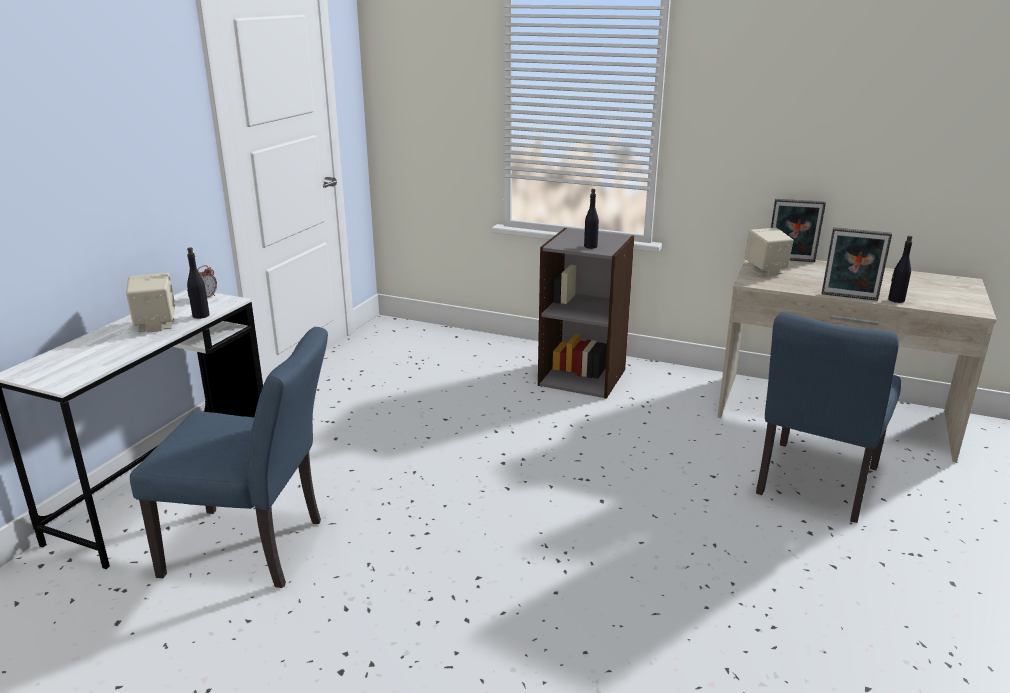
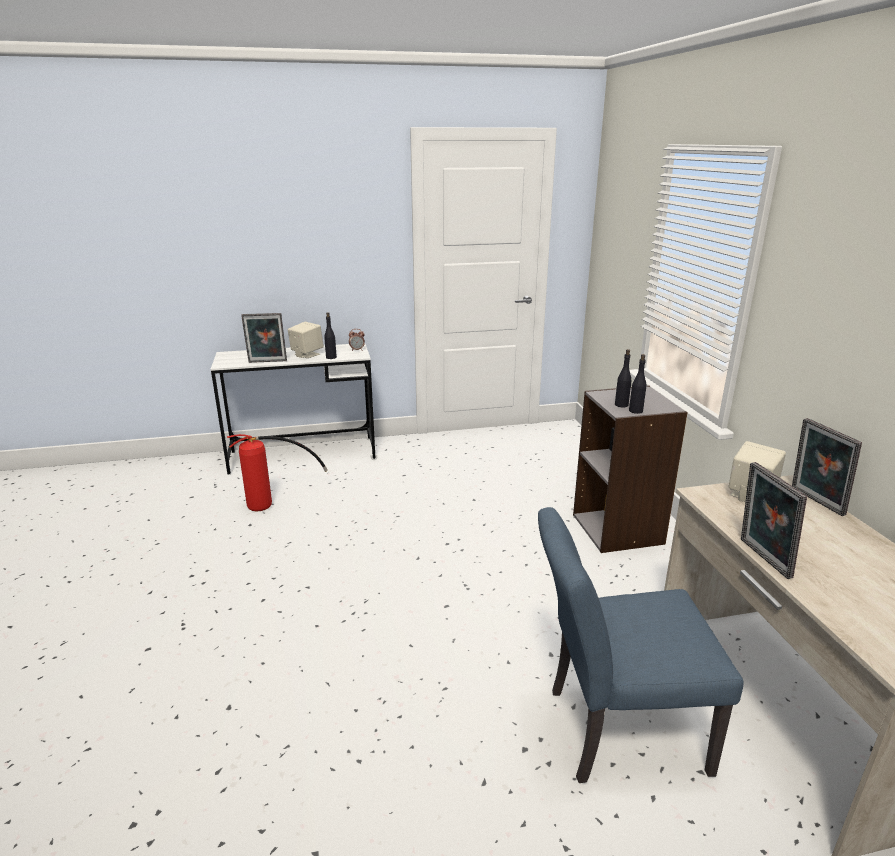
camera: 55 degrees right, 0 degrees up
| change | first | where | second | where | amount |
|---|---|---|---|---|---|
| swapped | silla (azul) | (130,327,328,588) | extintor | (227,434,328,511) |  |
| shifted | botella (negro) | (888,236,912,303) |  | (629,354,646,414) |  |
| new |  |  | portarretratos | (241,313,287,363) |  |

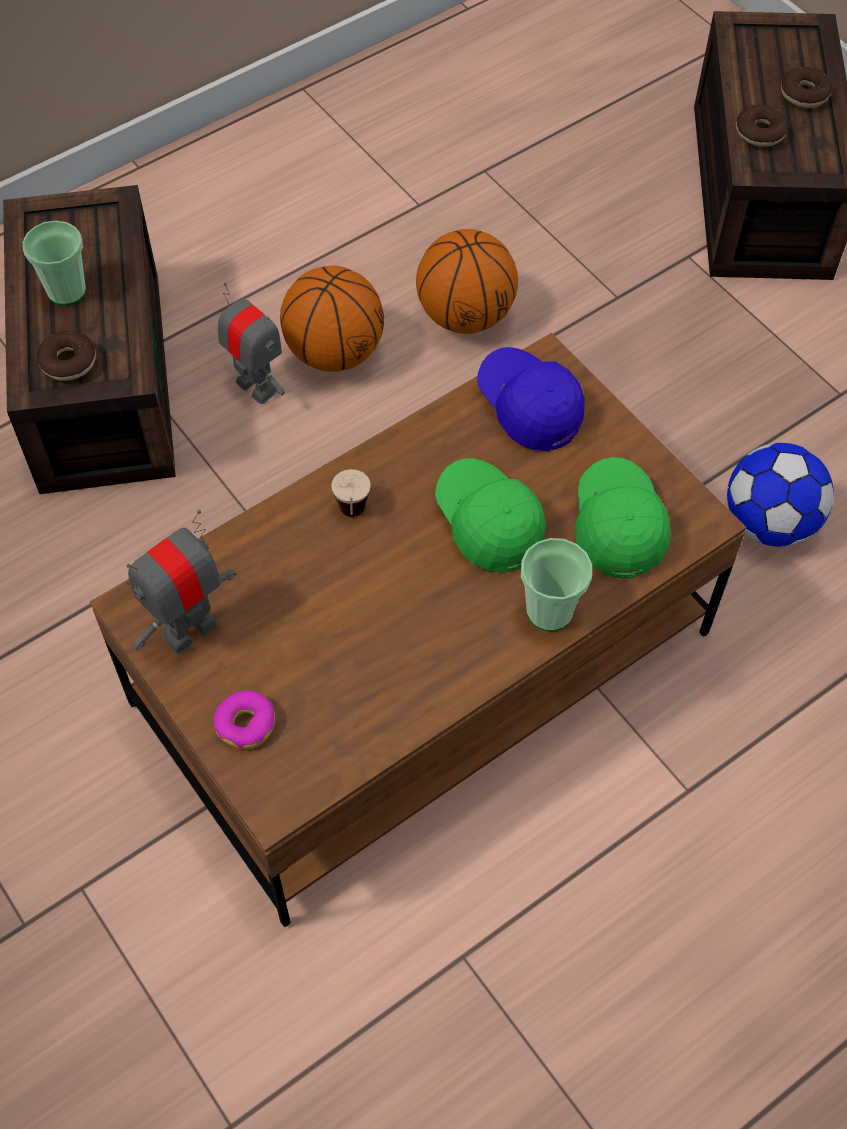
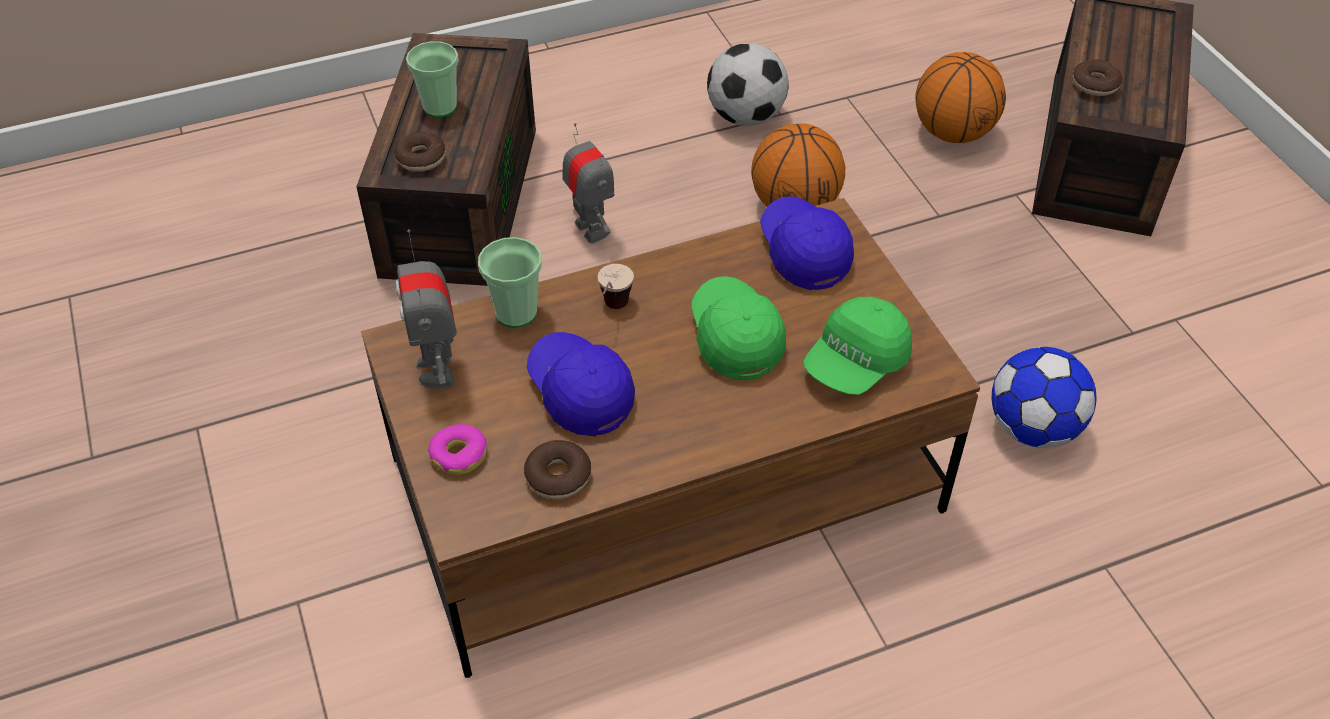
camera: 15 degrees right, 10 degrees down
| change | first | where | second | where | amount |
|---|---|---|---|---|---|
| rotated | robot de juguete | (126,510,237,655) |  | (396,229,457,389) | 75 degrees counterclockwise |
| shifted | balón de baloncesto | (280,266,384,372) |  | (915,52,1006,143) |  |
| shifted | taza | (521,538,592,632) |  | (478,237,542,328) |  |
| rotated | gorra (verde) | (575,457,671,578) |  | (804,297,912,395) | 150 degrees counterclockwise |
| shifted | rosquilla | (781,66,832,108) |  | (524,440,591,500) |  |
| new |  |  | gorra (azul) | (527,332,635,436) |  |
| new |  |  | balón de fútbol | (707,43,789,126) |  |

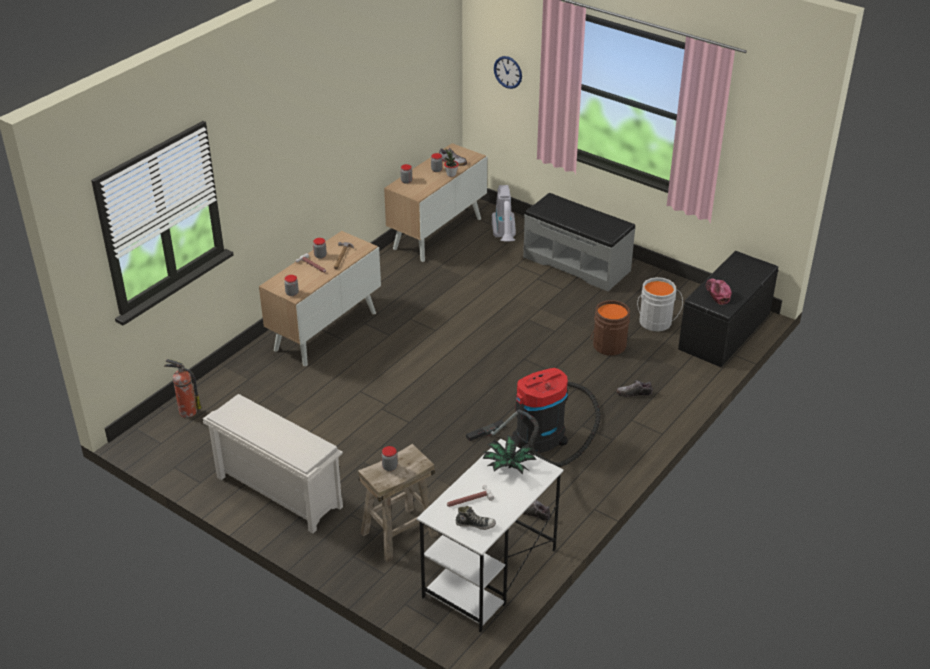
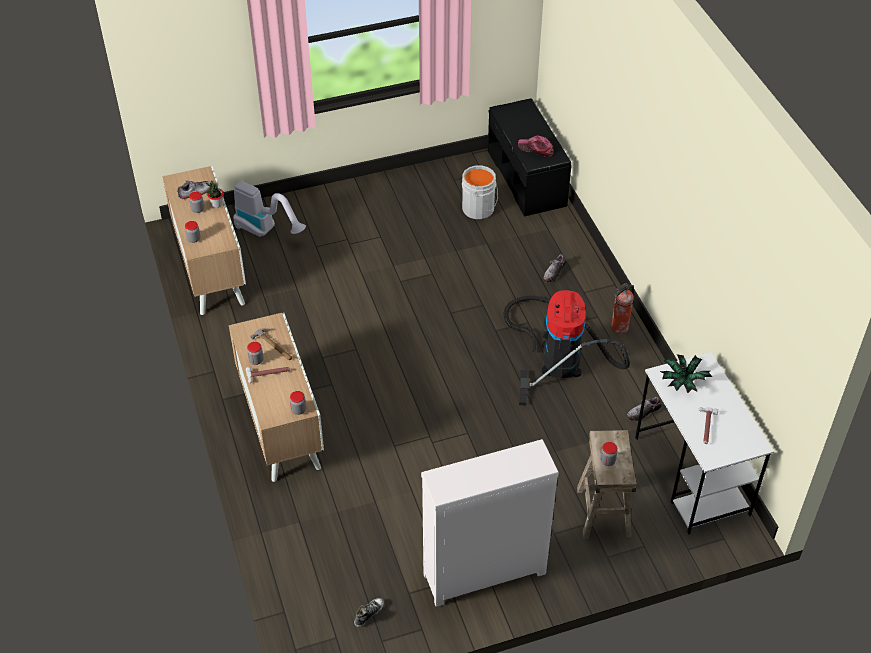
camera: 55 degrees left, 10 degrees up
| change | first | where | second | where | amount |
|---|---|---|---|---|---|
| shifted | extintor | (164,359,201,418) |  | (611,283,634,334) |  |
| swapped | zapatero (blanco) | (203,394,343,534) | cómoda (blanco) | (421,439,559,607) |  |
| shifted | zapato | (455,506,496,530) |  | (354,598,384,627) |  |
| gone | reloj de pared | (494,56,522,89) |  |  |  |
| gone | banco (gris) | (523,193,635,292) |  |  |  |
| gone | cubo (marrón) | (591,300,630,355) |  |  |  |

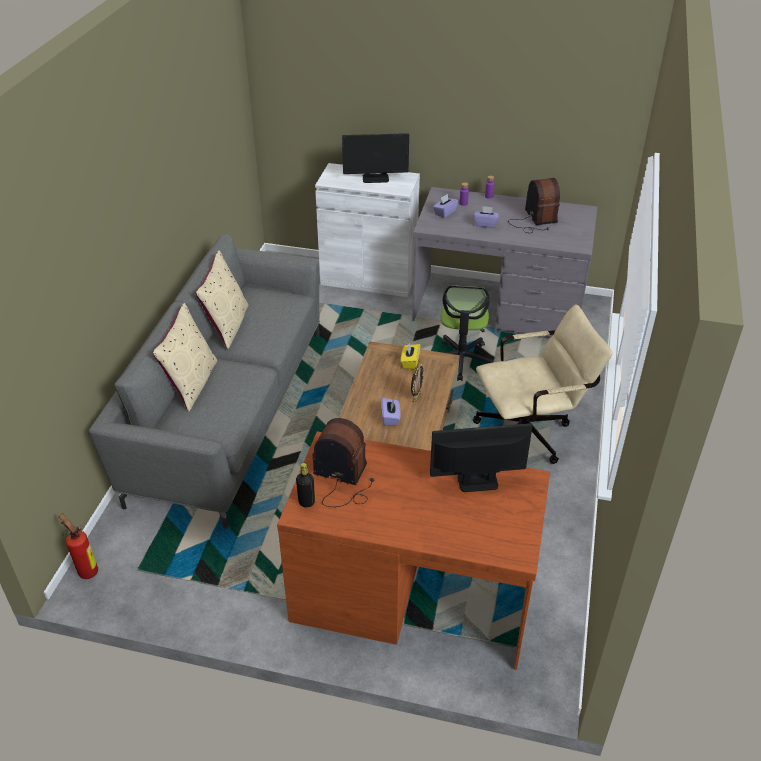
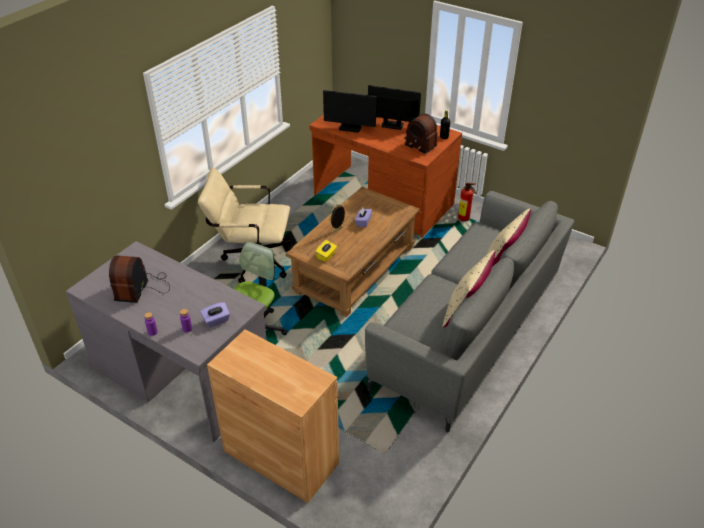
camera: 160 degrees left, 0 degrees up
| change | first | where | second | where | amount |
|---|---|---|---|---|---|
| shifted | extintor | (59,513,98,579) |  | (458,183,476,221) |  |
| repainted | armario (blanco) | (315,163,420,297) | armario (marrón) | (207,329,339,503) |  |
| shifted | monitor | (342,133,409,183) |  | (368,85,421,130) |  |
| gone | caja de pañuelos (morado) | (474,206,499,228) |  |  |  |

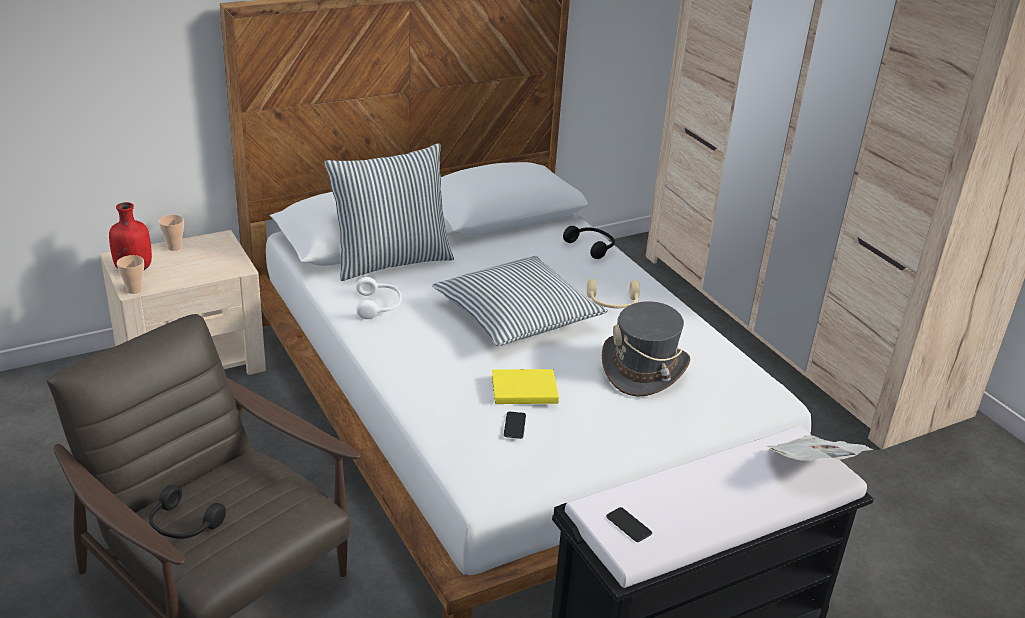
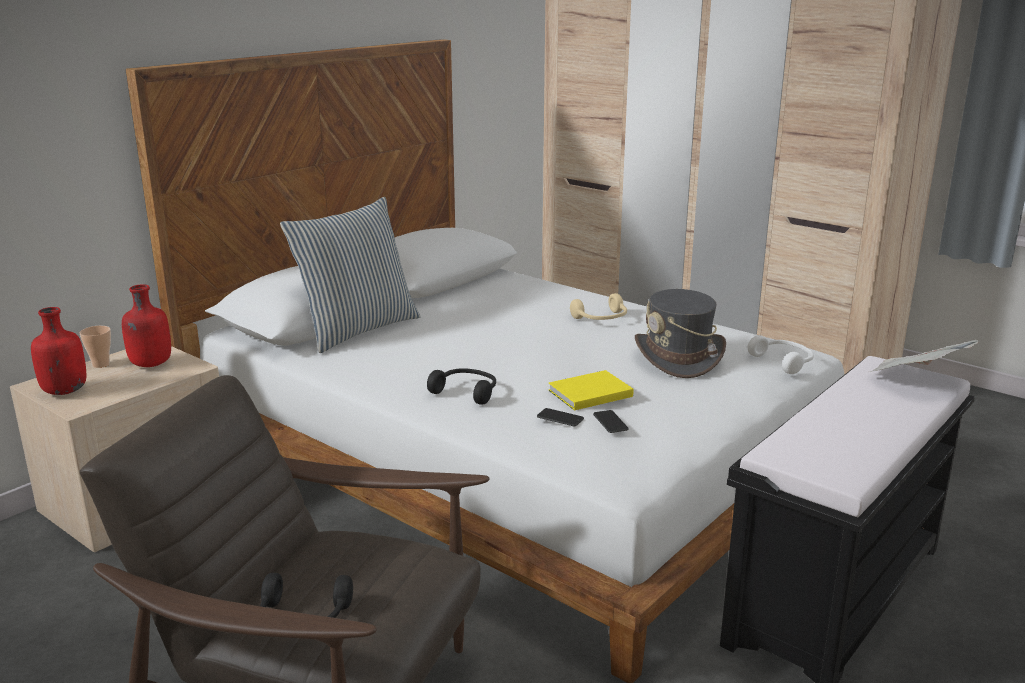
camera: 20 degrees left, 10 degrees down
| change | first | where | second | where | amount |
|---|---|---|---|---|---|
| gone | taza | (117,255,144,294) |  |  |  |
| shifted | auriculares (blanco) | (356,277,402,319) |  | (748,335,814,374) |  |
| gone | cojín | (432,256,608,346) |  |  |  |
| shifted | auriculares (negro) | (563,226,615,259) |  | (427,368,496,405) |  |
| shifted | móvil | (606,507,652,542) |  | (537,408,584,426) |  |
| new |  |  | botella (rojo) | (122,284,171,367) |  |

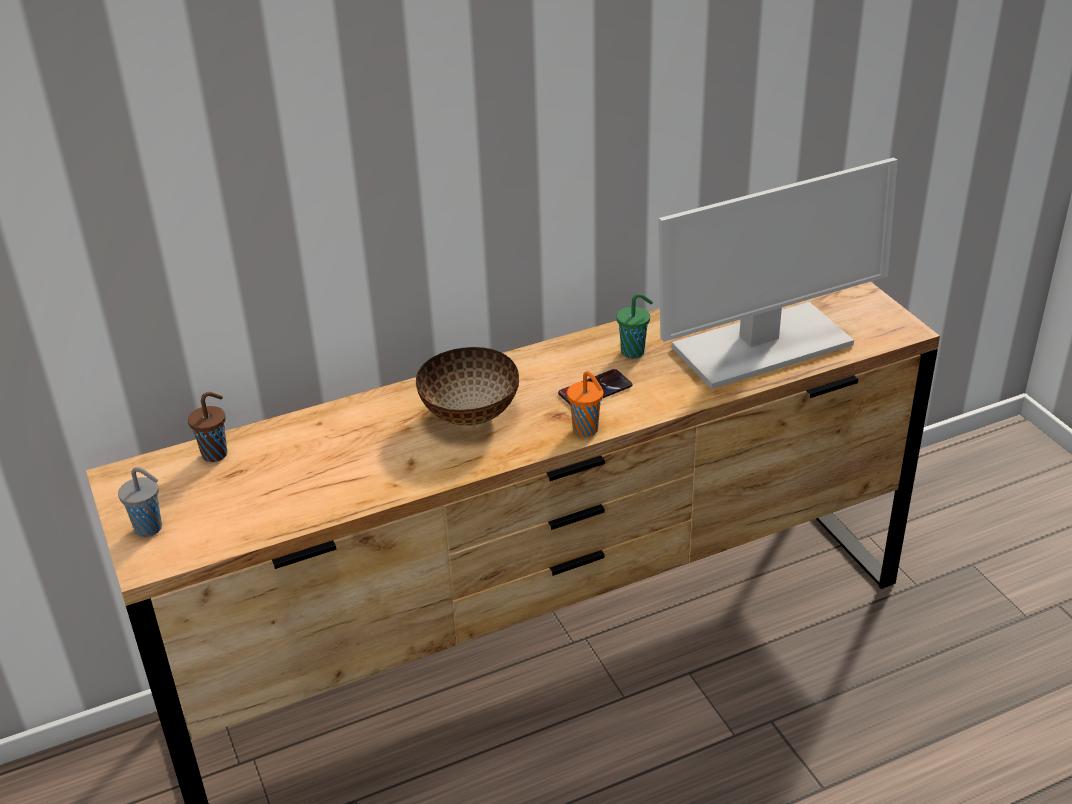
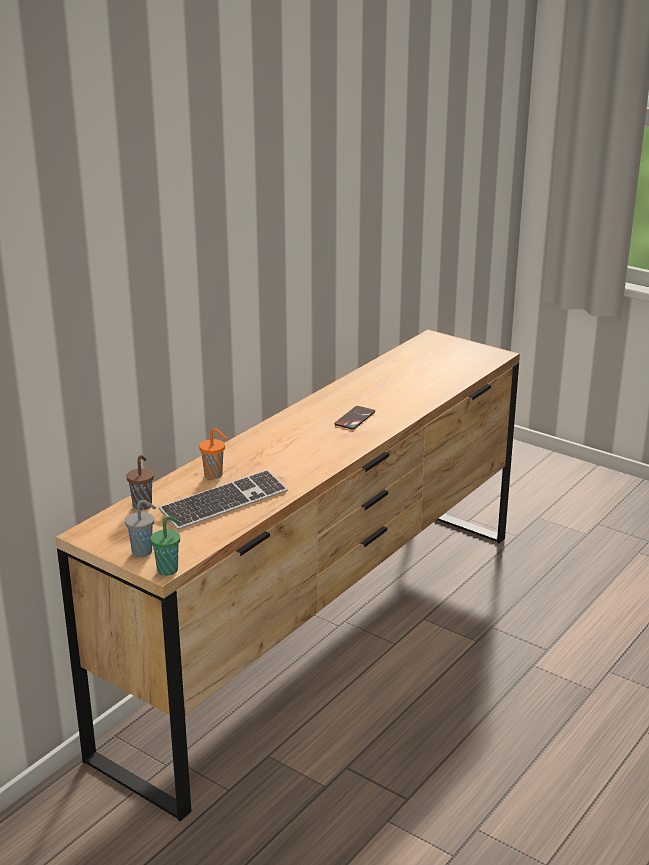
camera: 30 degrees left, 10 degrees down
| change | first | where | second | where | amount |
|---|---|---|---|---|---|
| gone | cuenco | (416,347,519,426) |  |  |  |
| shifted | taza (naranja) | (567,371,603,437) |  | (199,428,227,479) |  |
| shifted | taza (verde) | (617,294,653,358) |  | (150,516,180,576) |  |
| gone | monitor | (658,157,898,389) |  |  |  |
| new |  |  | teclado | (159,470,288,530) |  |

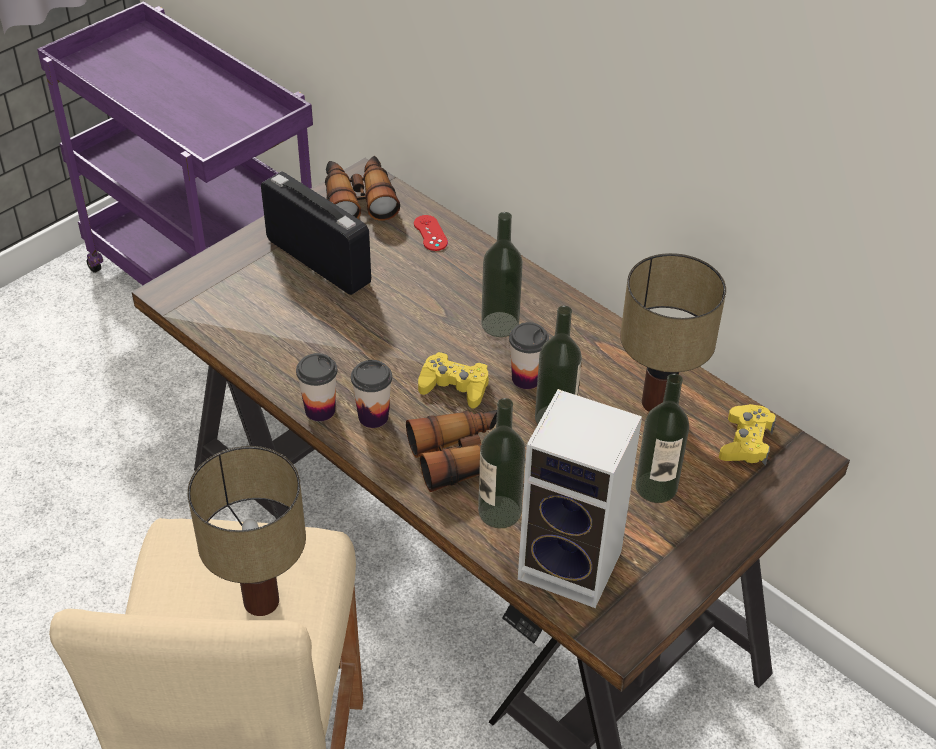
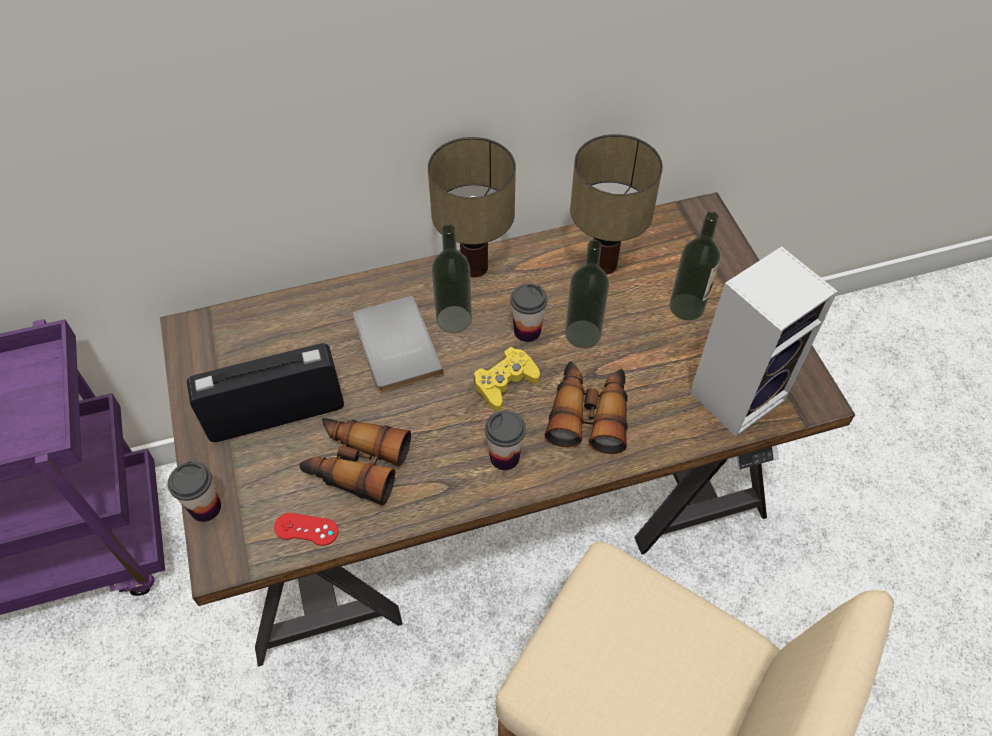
camera: 60 degrees left, 10 degrees up
| change | first | where | second | where | amount |
|---|---|---|---|---|---|
| shifted | lámpara de mesa | (187,446,306,616) |  | (428,137,516,278) |  |
| shifted | taza | (296,353,337,421) |  | (168,461,221,522) |  |
| shifted | prismáticos | (325,156,400,221) |  | (299,418,411,506) |  |
| shifted | mando de consola (rojo) | (414,215,448,251) |  | (274,513,338,546) |  |
| gone | botella | (478,398,526,528) |  |  |  |
| gone | mando de consola (amarillo) | (719,404,776,466) |  |  |  |
| new |  |  | libro (gris) | (353,295,444,394) |  |

